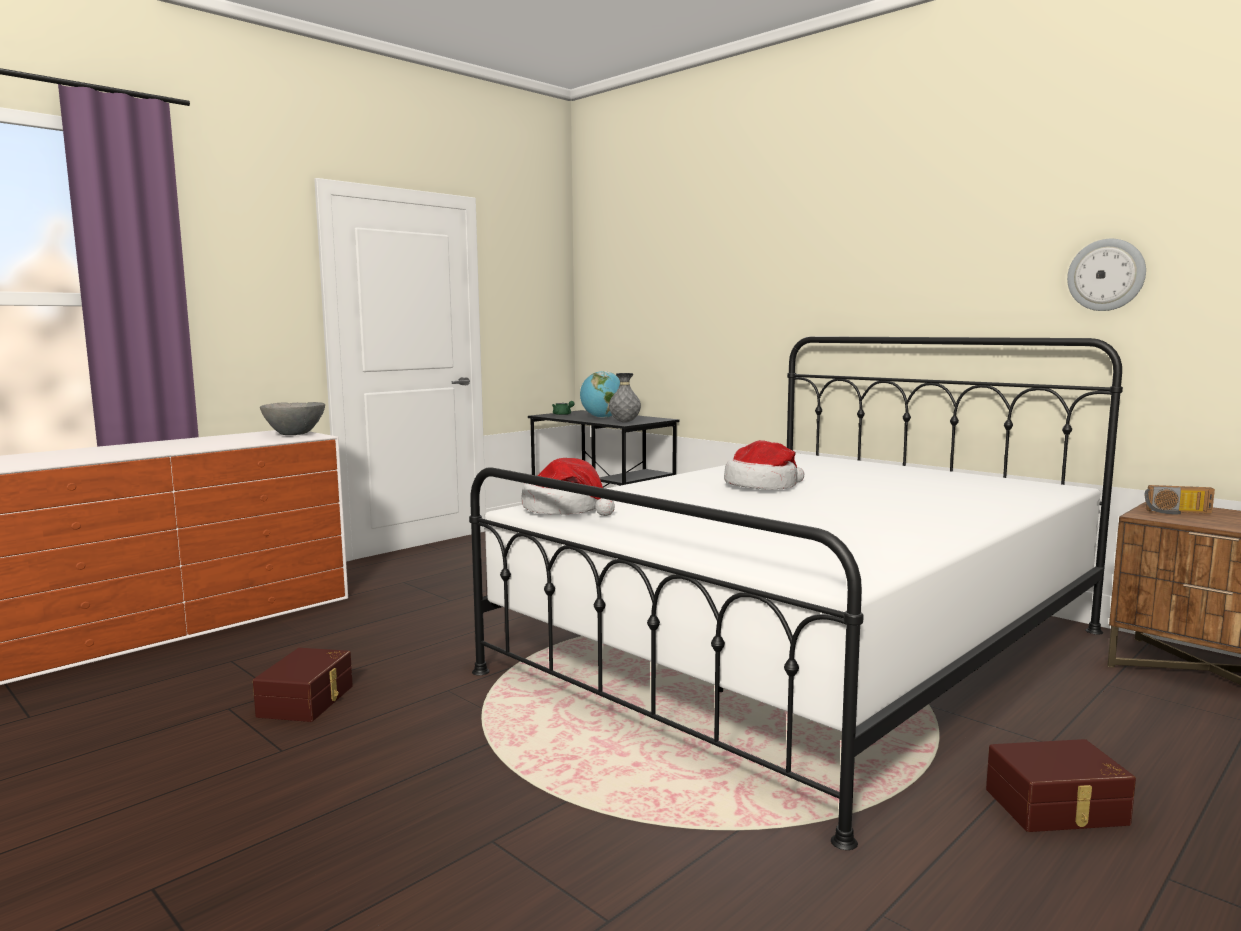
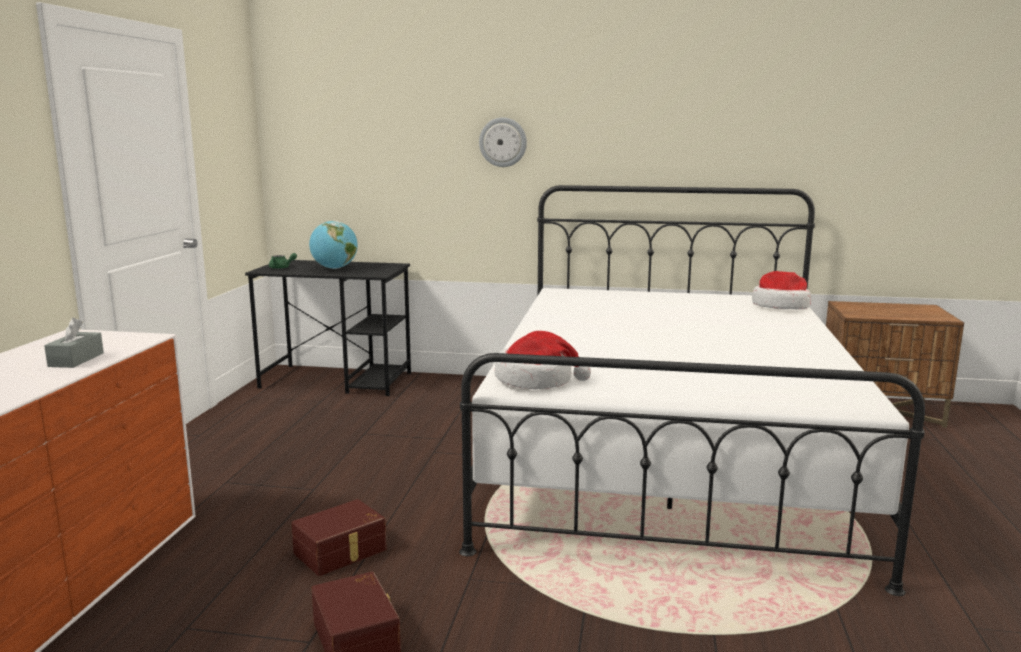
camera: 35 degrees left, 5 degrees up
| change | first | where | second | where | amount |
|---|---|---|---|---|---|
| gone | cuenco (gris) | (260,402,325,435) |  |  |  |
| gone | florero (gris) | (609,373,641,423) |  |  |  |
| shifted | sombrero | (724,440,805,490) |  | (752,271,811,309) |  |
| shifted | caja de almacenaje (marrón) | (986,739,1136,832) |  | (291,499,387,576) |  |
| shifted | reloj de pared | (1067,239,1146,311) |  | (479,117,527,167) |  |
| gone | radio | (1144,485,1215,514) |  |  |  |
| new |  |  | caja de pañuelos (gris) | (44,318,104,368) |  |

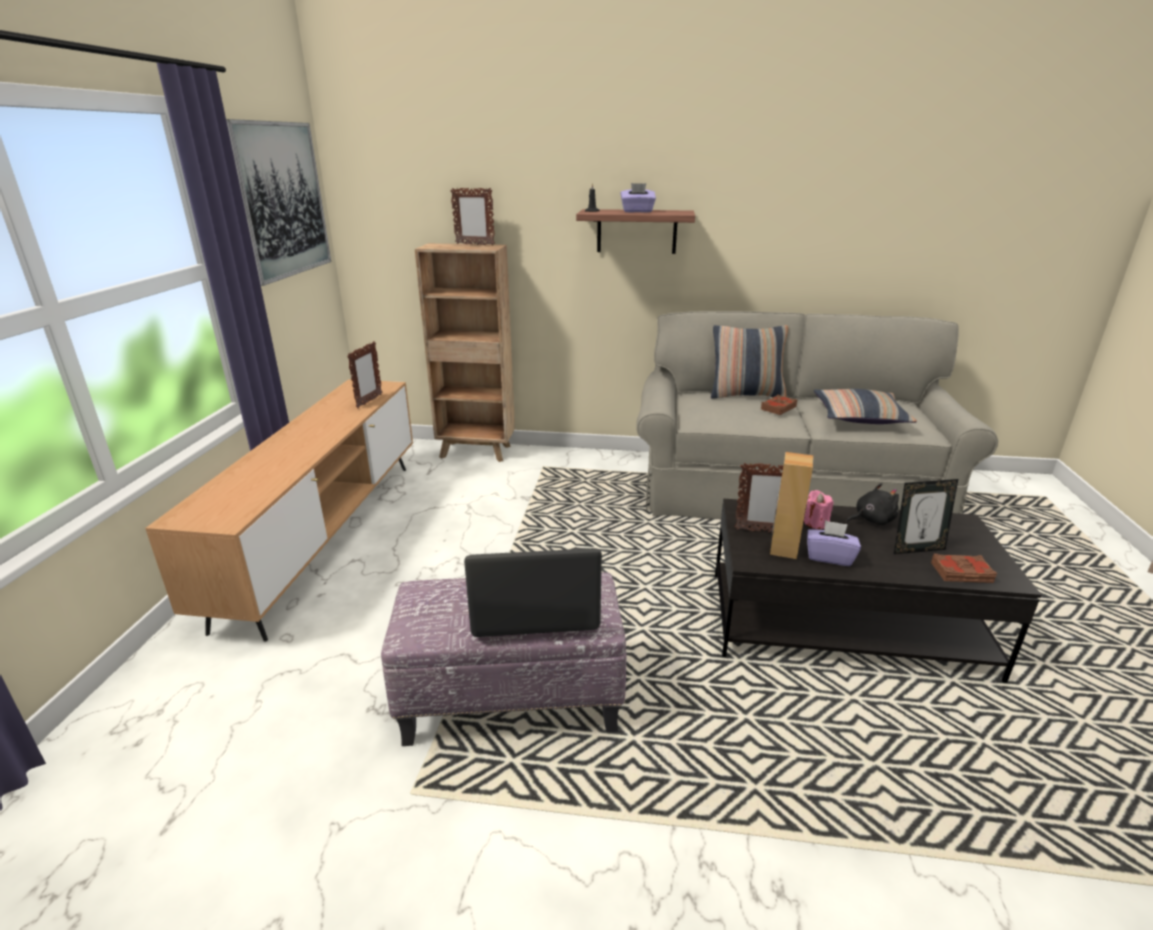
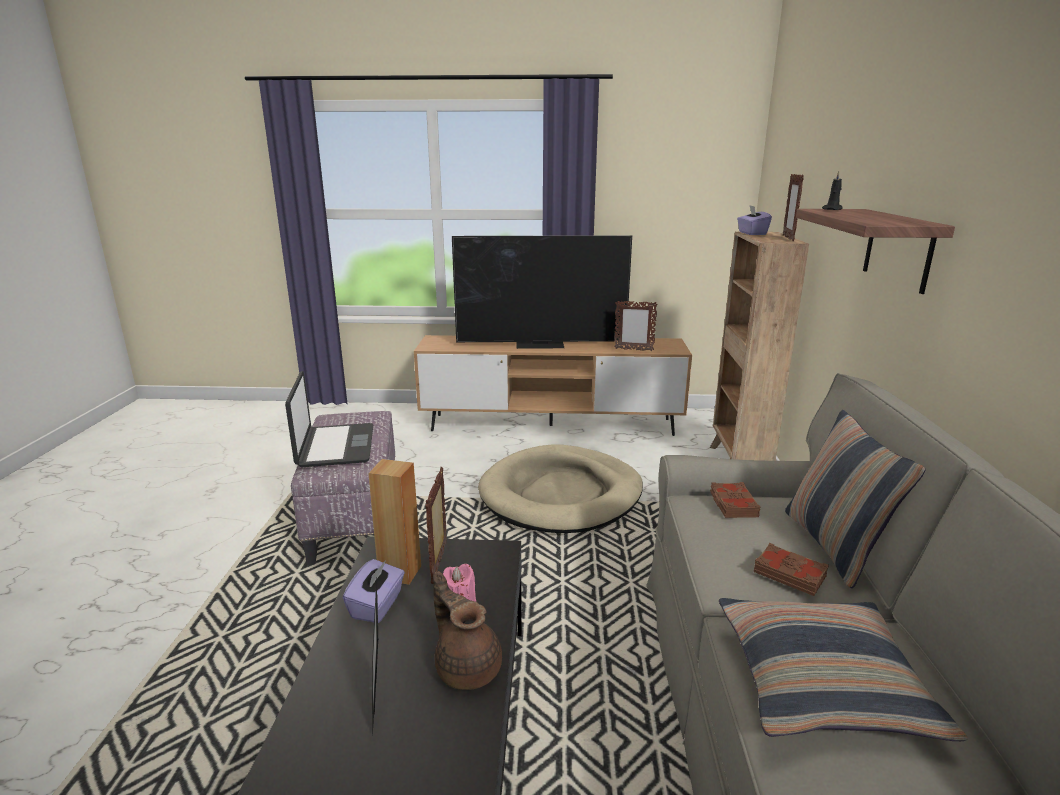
camera: 85 degrees right, 5 degrees down
| change | first | where | second | where | amount |
|---|---|---|---|---|---|
| gone | cuadro | (226,119,331,286) |  |  |  |
| shifted | caja de pañuelos (morado) | (621,183,656,213) |  | (737,206,772,235) |  |
| swapped | peluche (negro) | (846,483,899,525) | tetera (marrón) | (434,571,502,690) |  |
| shifted | libro (marrón) | (931,554,997,583) |  | (710,482,760,518) |  |
| new |  |  | televisor | (452,235,632,349) |  |
| new |  |  | cama para perro (beis) | (478,444,643,533) |  |

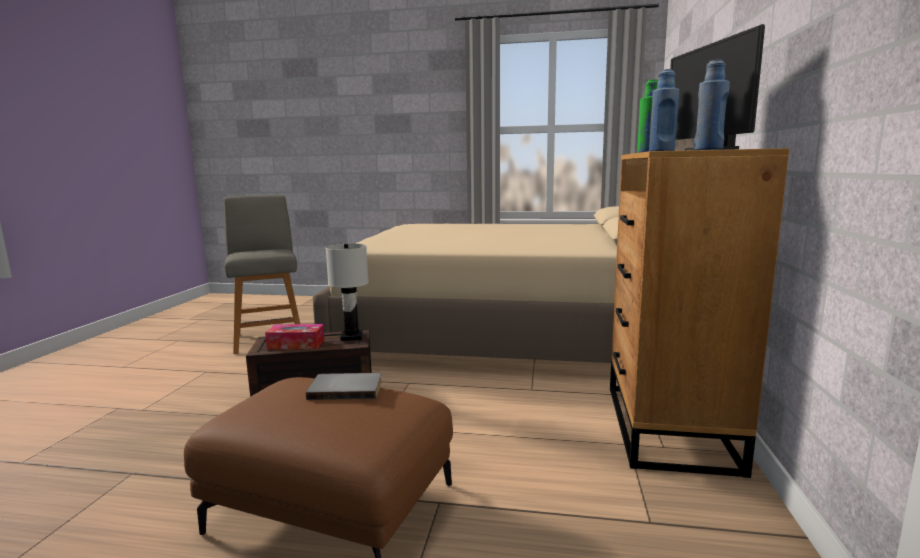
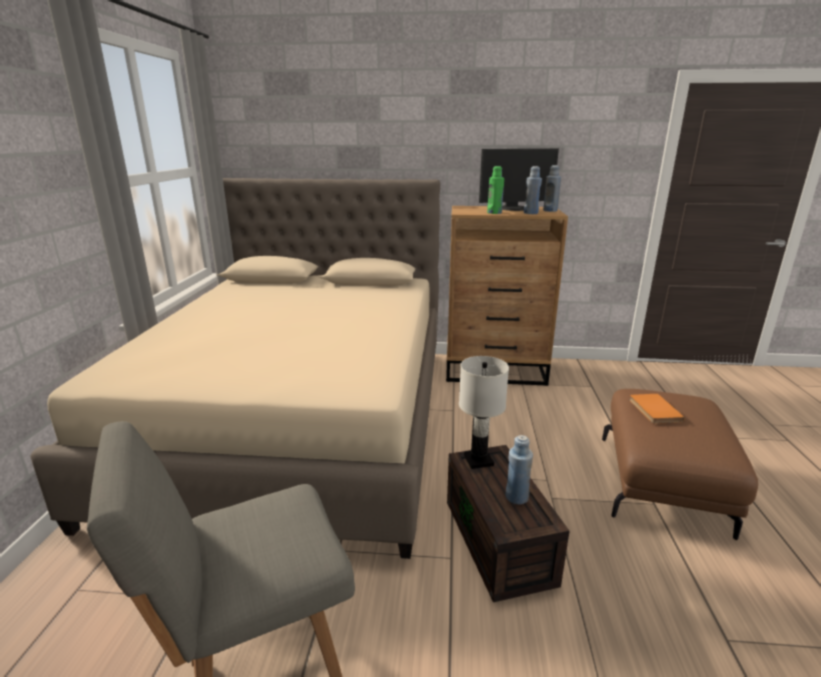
camera: 95 degrees left, 10 degrees up
| change | first | where | second | where | amount |
|---|---|---|---|---|---|
| swapped | caja de pañuelos | (265,324,325,349) | botella (azul) | (506,435,533,504) |  |
| repainted | libro (gris) | (306,373,382,400) | libro (naranja) | (629,394,685,424) |  |

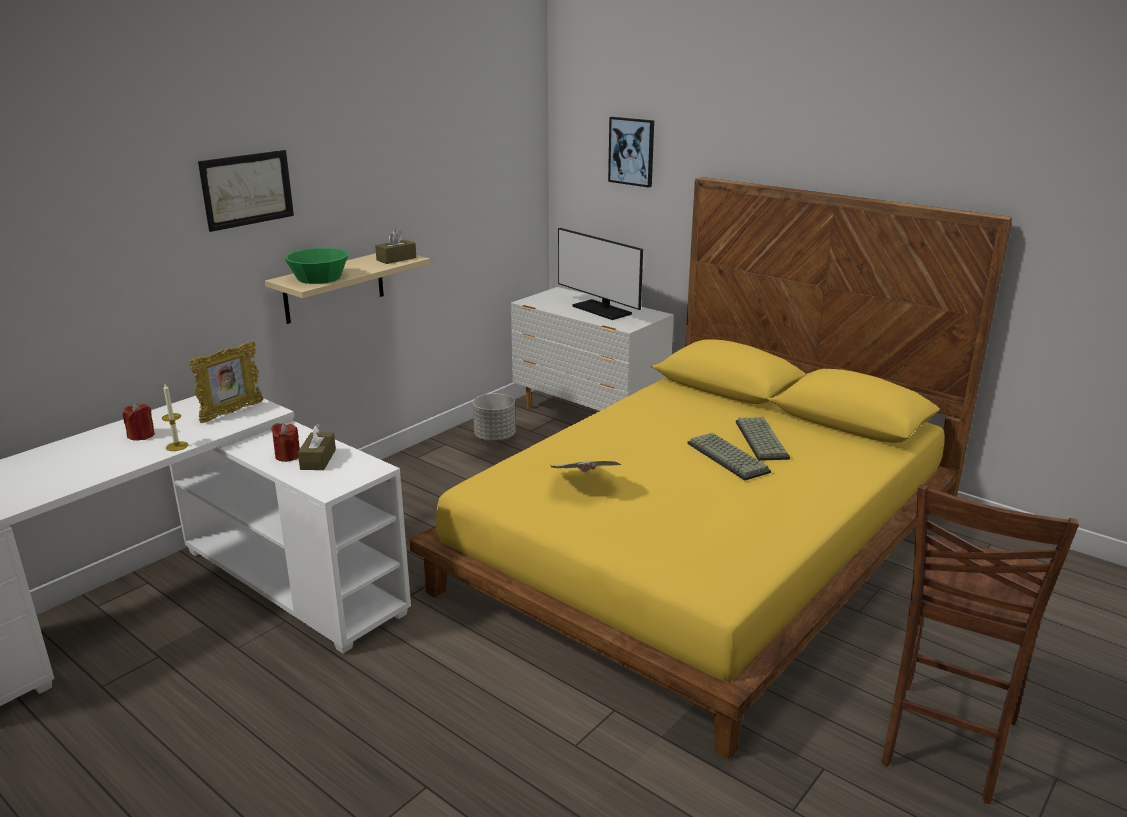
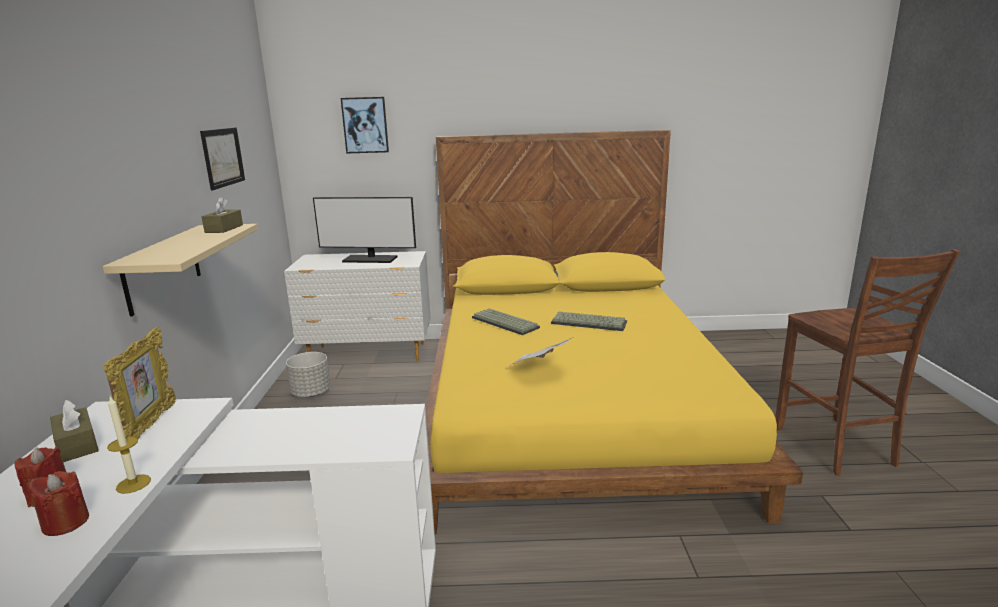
camera: 40 degrees left, 5 degrees down
| change | first | where | second | where | amount |
|---|---|---|---|---|---|
| shifted | cuadro | (198,150,294,232) |  | (200,127,245,190) |  |
| shifted | vela (rojo) | (271,423,300,462) |  | (28,471,89,536) |  |
| gone | cuenco (verde) | (285,248,348,284) |  |  |  |
| shifted | caja de pañuelos (marrón) | (298,424,336,470) |  | (50,399,99,462) |  |
| shifted | teclado | (736,417,790,461) |  | (472,308,540,335) |  |

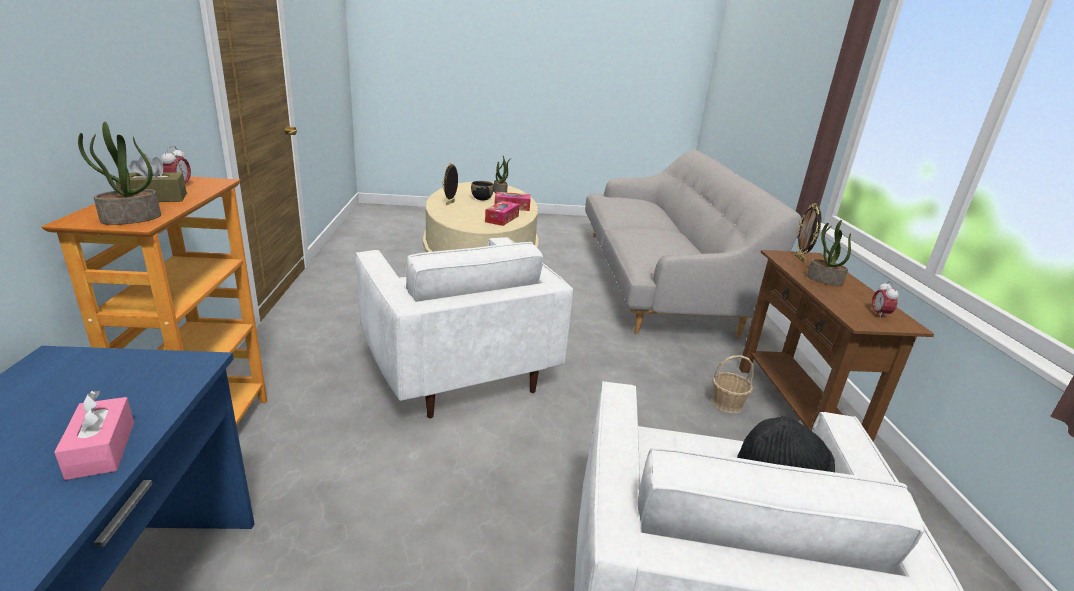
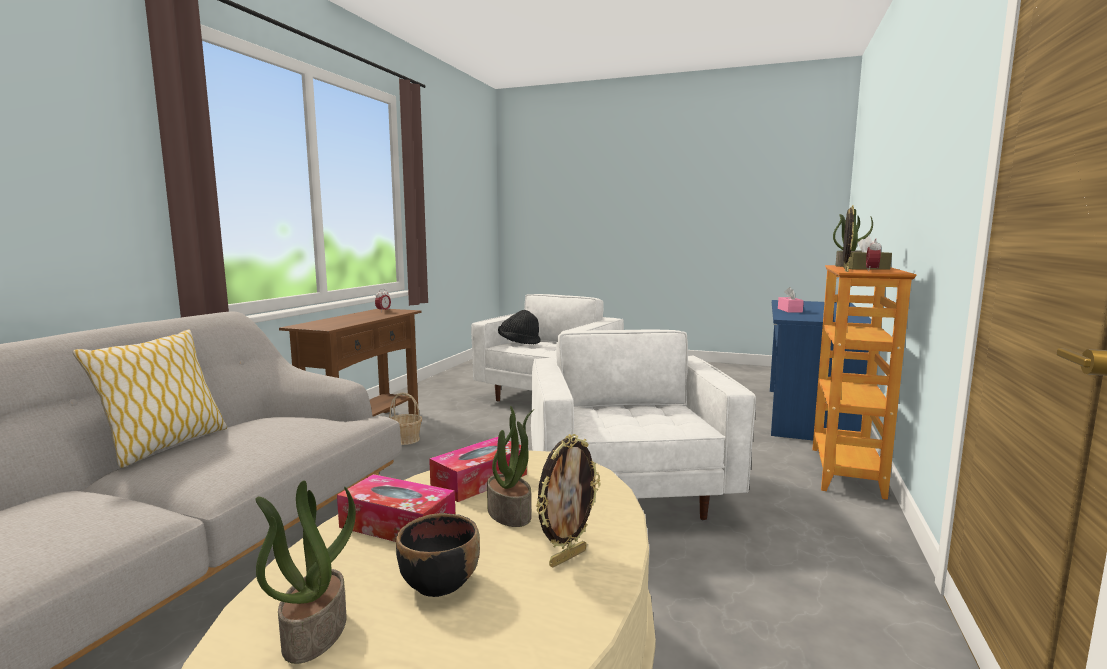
camera: 155 degrees left, 15 degrees down
| change | first | where | second | where | amount |
|---|---|---|---|---|---|
| shifted | portarretratos | (795,203,821,263) |  | (843,205,854,272) |  |
| shifted | planta en maceta | (807,220,851,286) |  | (487,406,534,527) |  |
| new |  |  | cojín | (72,329,227,468) |  |

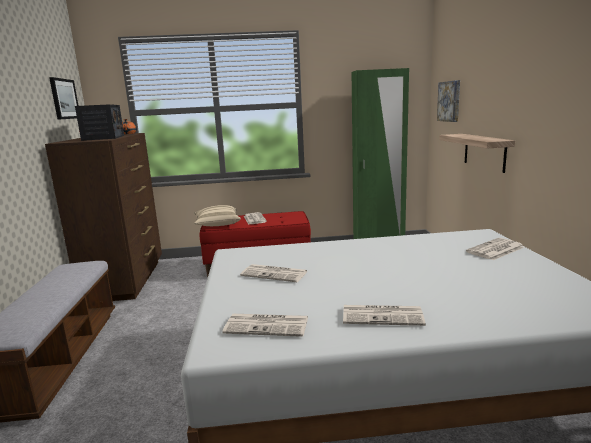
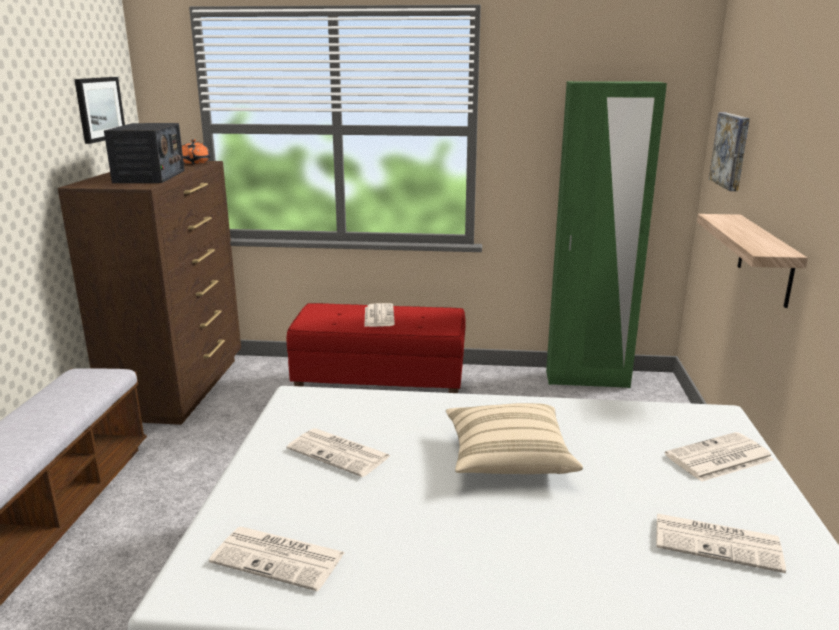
camera: 10 degrees right, 5 degrees up
| change | first | where | second | where | amount |
|---|---|---|---|---|---|
| shifted | cojín (beis) | (194,205,241,226) |  | (446,403,583,474) |  |
| shifted | periódico | (343,305,426,326) |  | (656,513,786,573) |  |

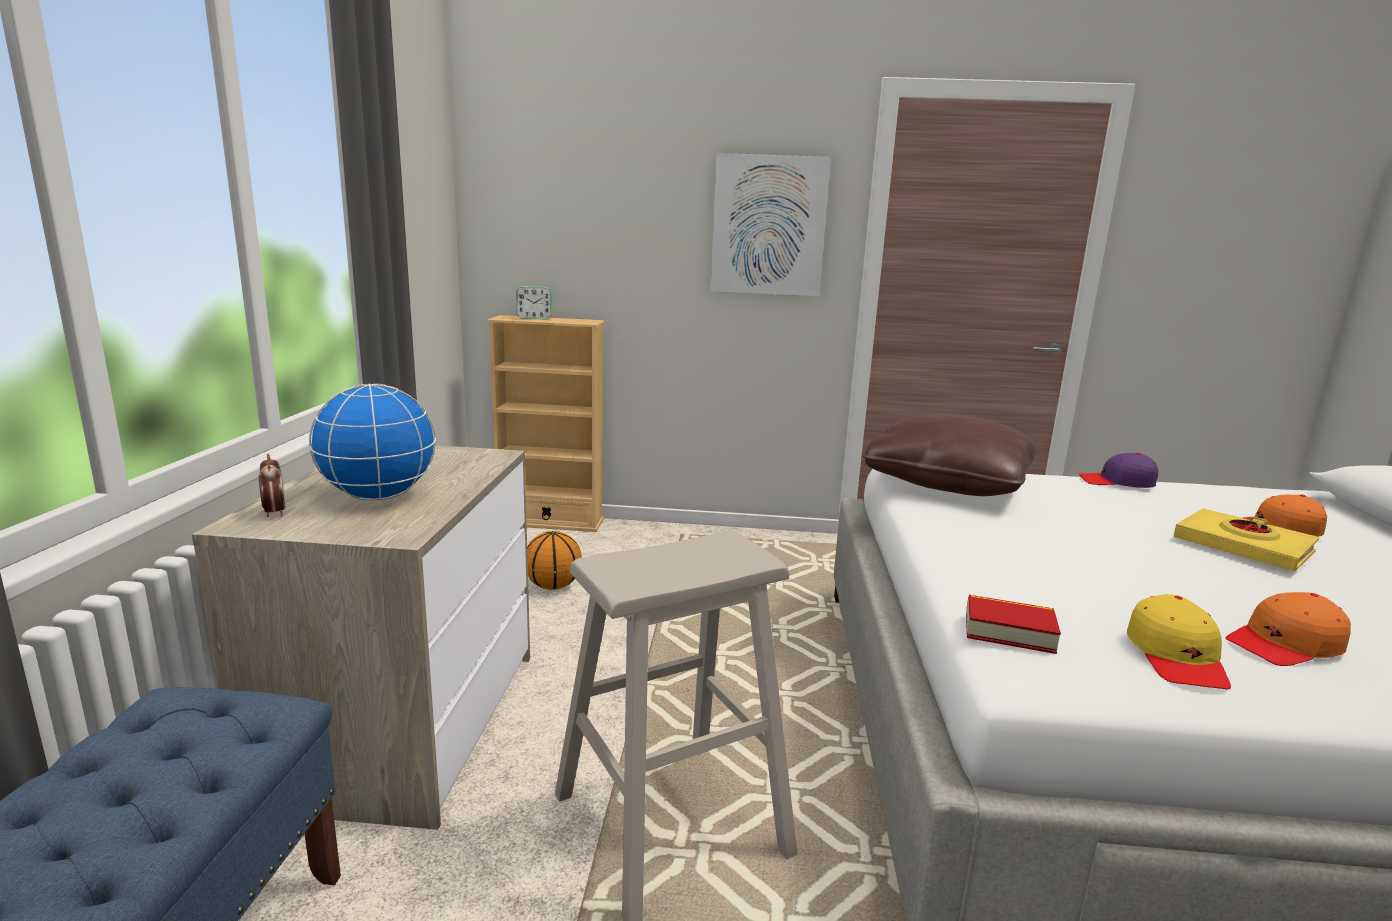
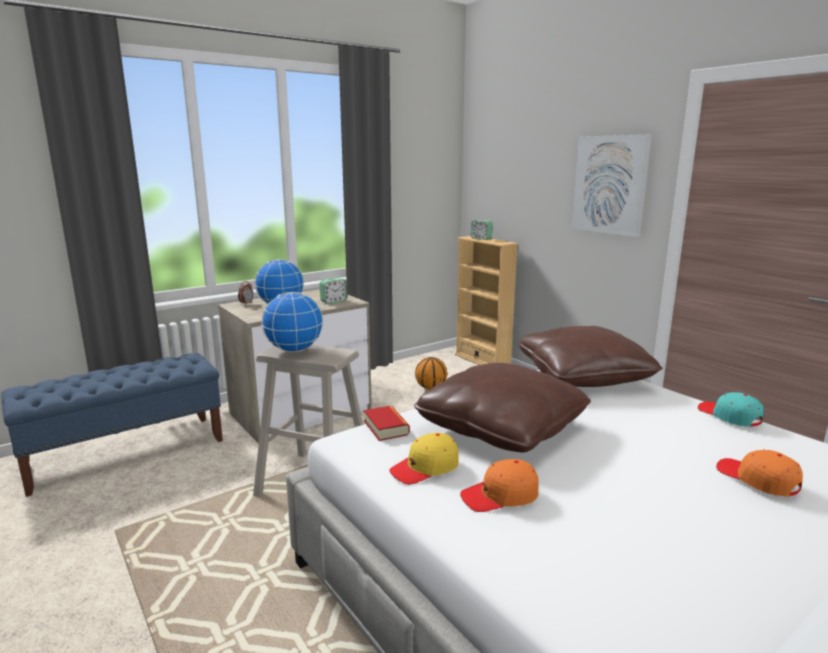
camera: 50 degrees right, 0 degrees up
| change | first | where | second | where | amount |
|---|---|---|---|---|---|
| repainted | gorra (morado) | (1079,453,1158,488) | gorra (turquesa) | (698,392,764,427) |  |
| gone | libro (amarillo) | (1173,508,1319,571) |  |  |  |
| rotated | gorra (naranja) | (1225,592,1351,666) |  | (460,459,539,512) | 45 degrees counterclockwise |
| new |  |  | globo terráqueo | (261,292,323,352) |  |
| new |  |  | despertador | (319,278,347,304) |  |
| new |  |  | cojín (marrón) | (414,363,591,453) |  |

